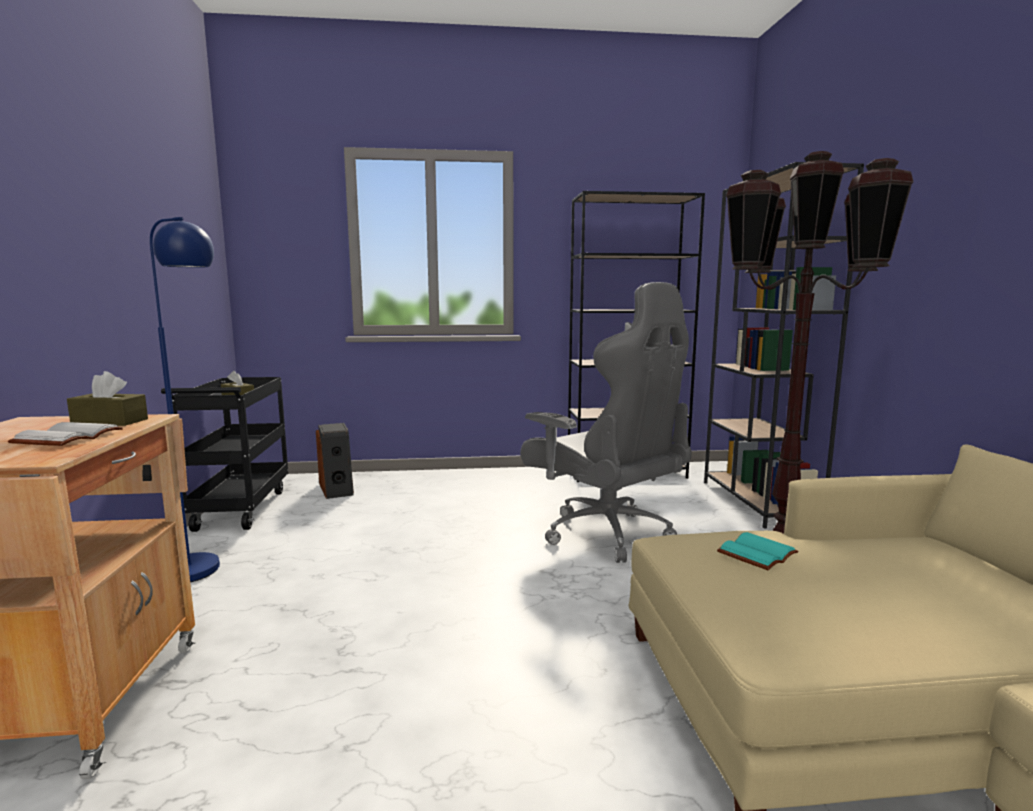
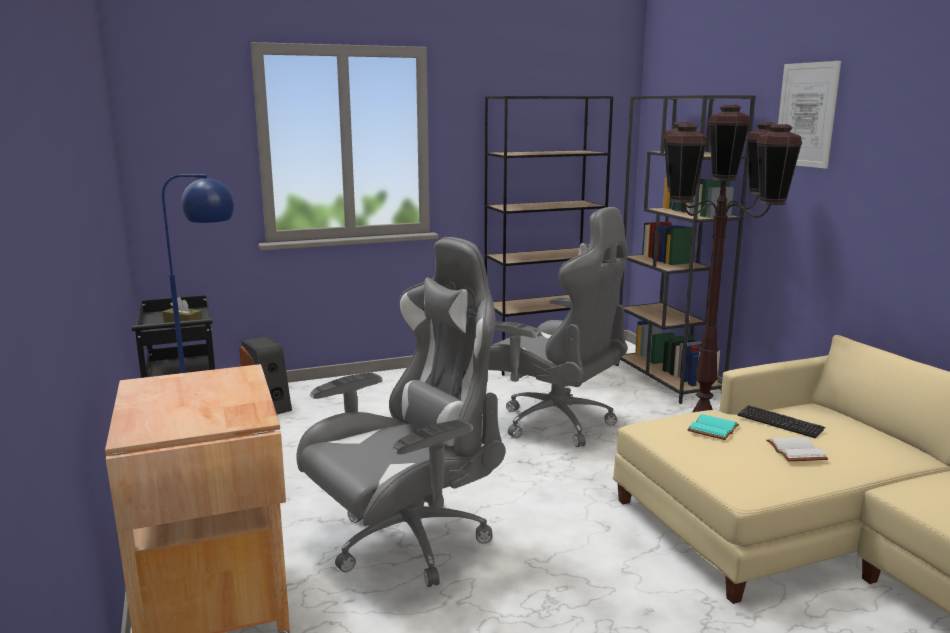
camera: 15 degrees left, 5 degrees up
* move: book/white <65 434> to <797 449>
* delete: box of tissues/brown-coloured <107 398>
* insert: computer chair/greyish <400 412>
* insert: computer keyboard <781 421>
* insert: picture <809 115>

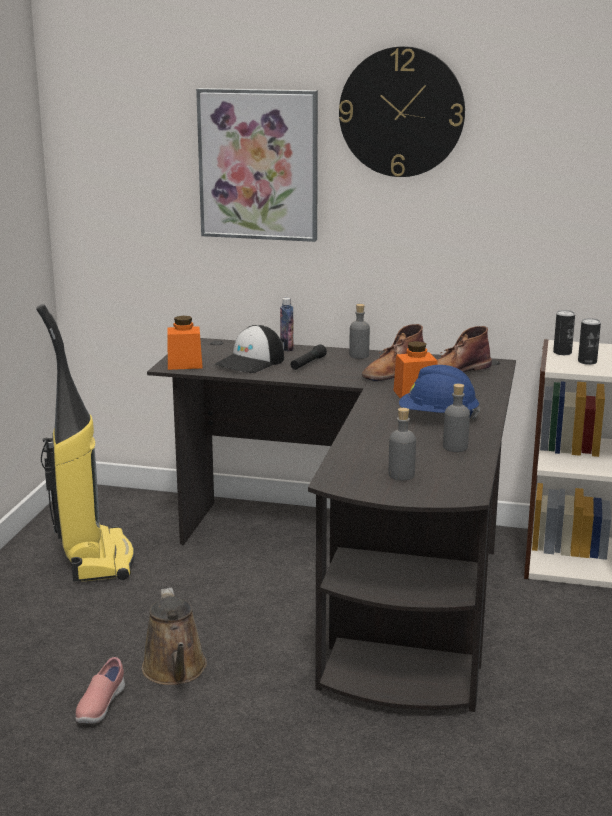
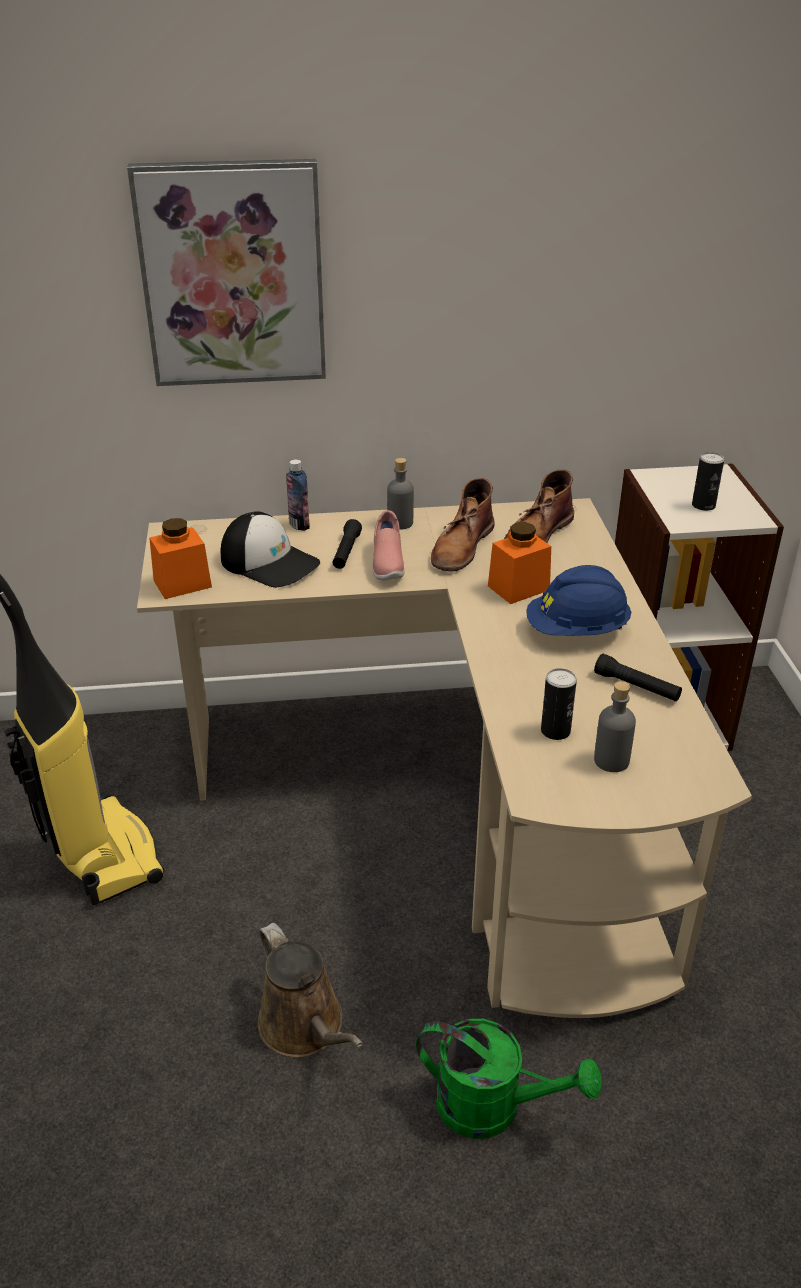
camera: 20 degrees left, 15 degrees up
* move: low shoe/pinkish <100 690> to <388 545>
* recolor: desk unit/blackish <331 525> to desk unit/beige-coloured <444 758>
* rotate: peaked cap <249 349> = <270 549> 75 degrees counterclockwise
* delete: hanging clock <402 111>
* replace: beverage bottle/greyish <456 418> to hand torch/blackish <638 678>
* move: can <564 332> to <559 704>
* insert: sprinkling can/green-coloured <509 1079>

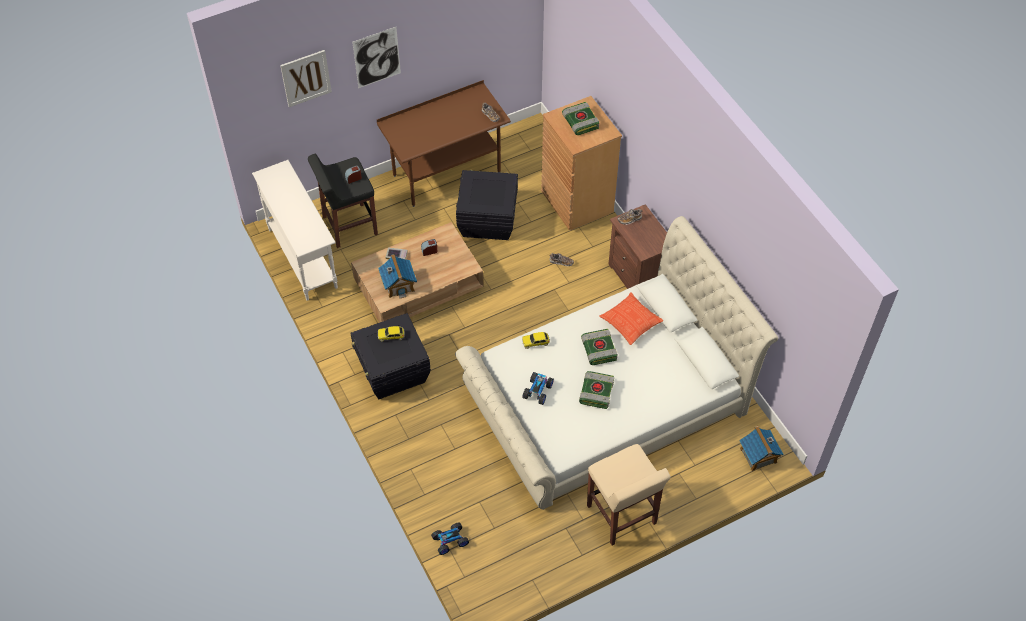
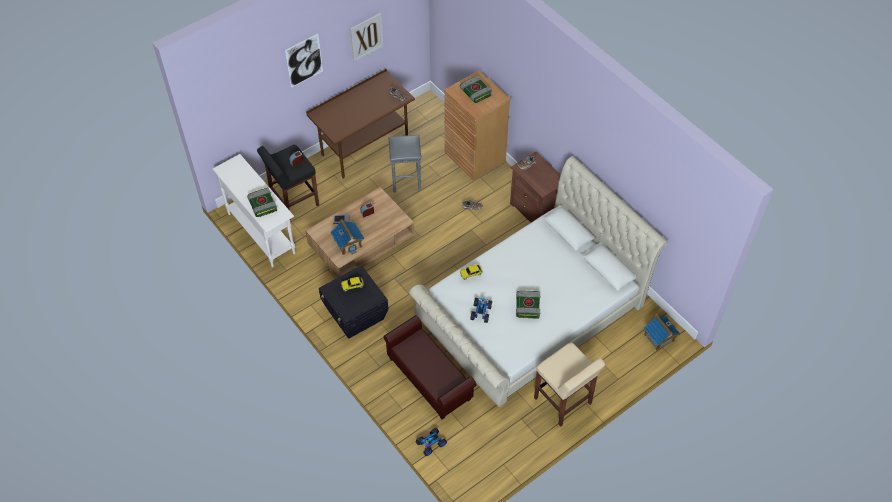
camera: 10 degrees left, 0 degrees up
* move: picture <306 78> to <366 37>
* replace: storage container/blackish <487 205> to stool seat/greyish <405 164>
* move: book <599 347> to <262 202>
* delete: pillow/orange-coloured <631 318>
* insert: ottoman/brown-coloured <430 367>

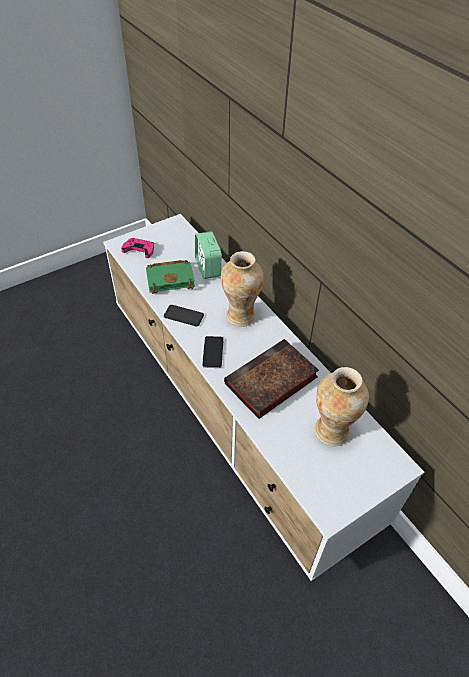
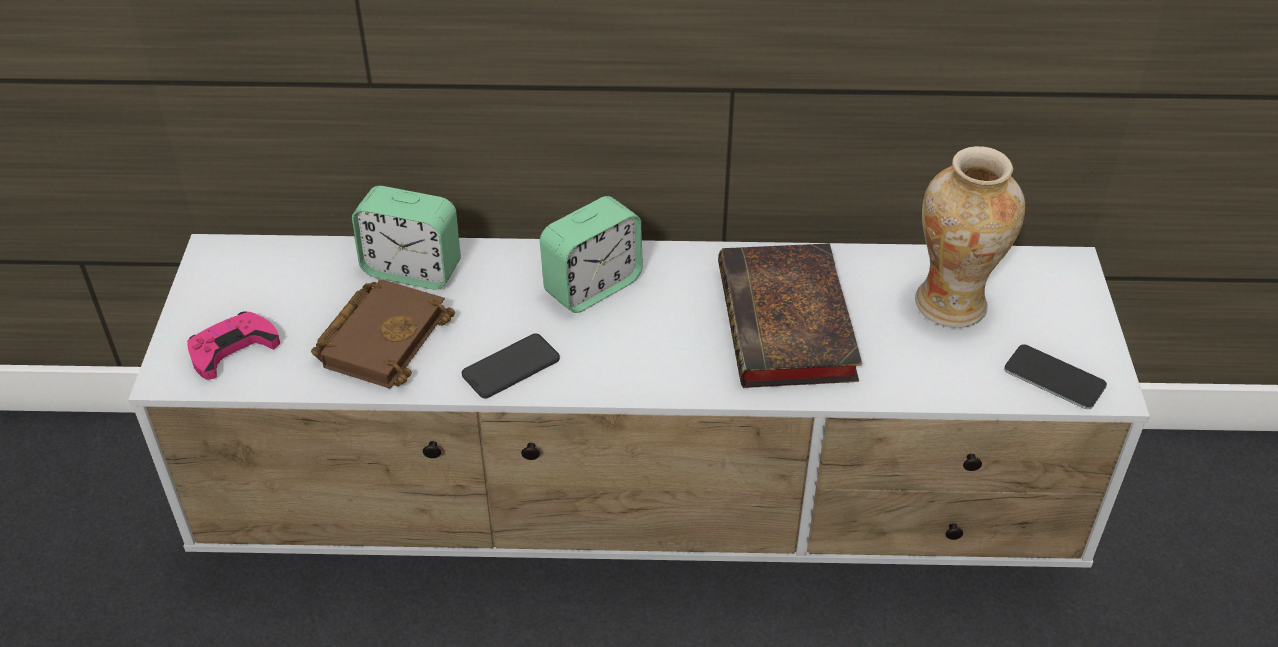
camera: 55 degrees left, 5 degrees down
* recolor: book/green-coloured <170 277> to book/brown-coloured <383 334>
* move: handset <213 352> to <1055 376>
* replace: vase <242 289> to bedside clock <591 254>

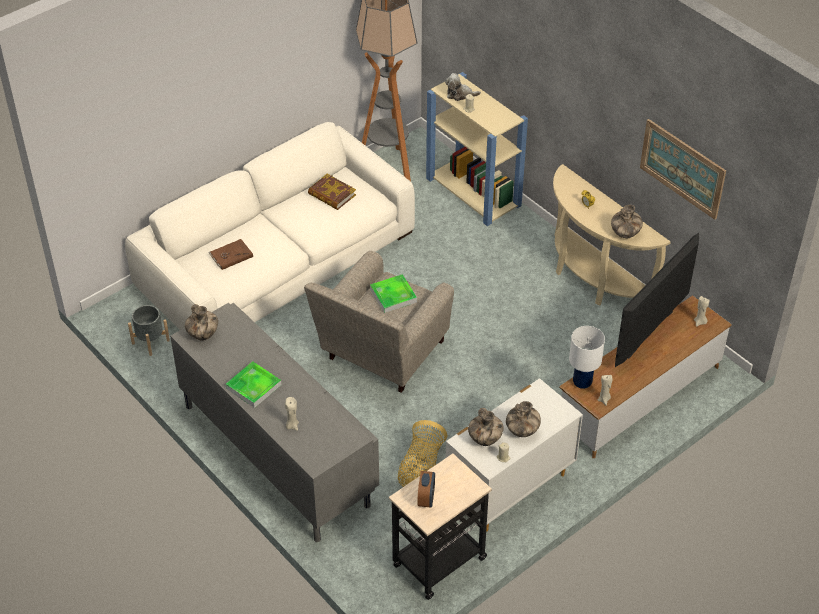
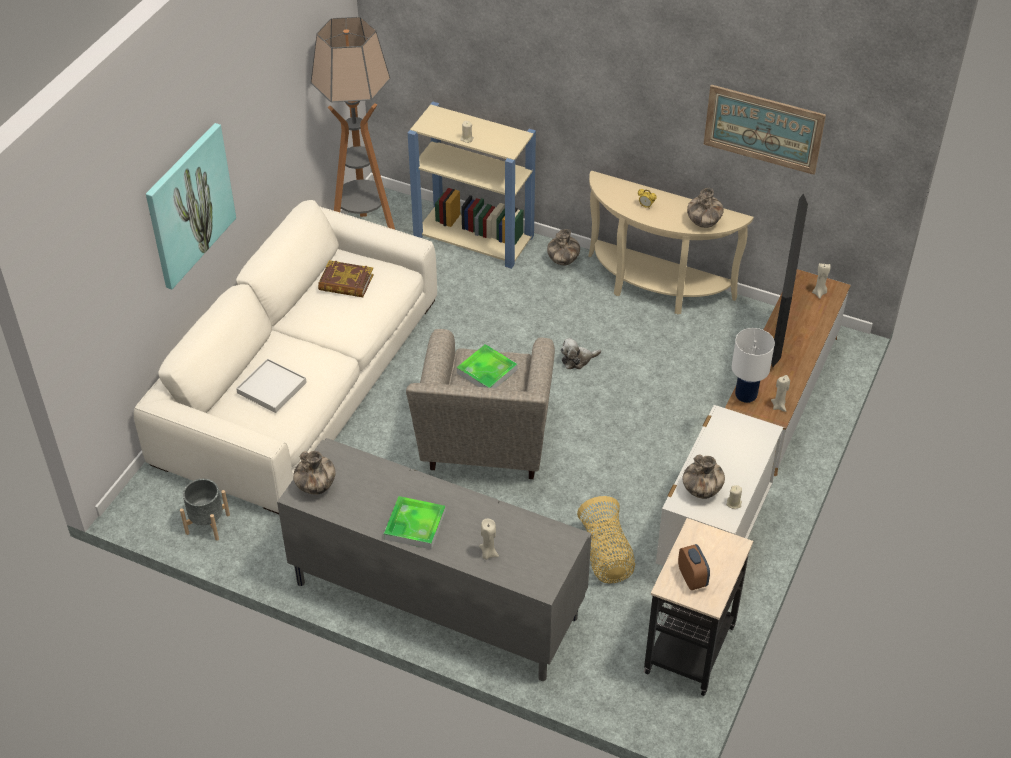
camera: 25 degrees left, 0 degrees up
* replace: book/brown-coloured <231 254> to tray/white <271 385>
* move: cuddly toy <463 87> to <580 353>
* move: vase <523 419> to <563 247>
* insert: picture <191 206>

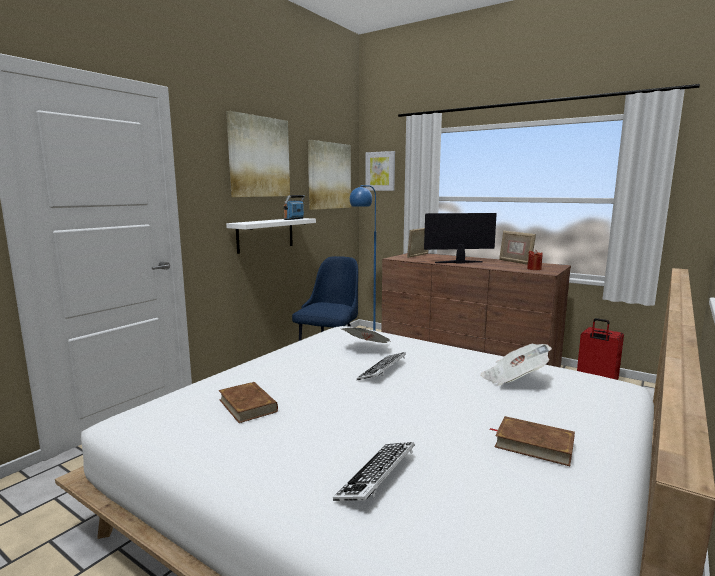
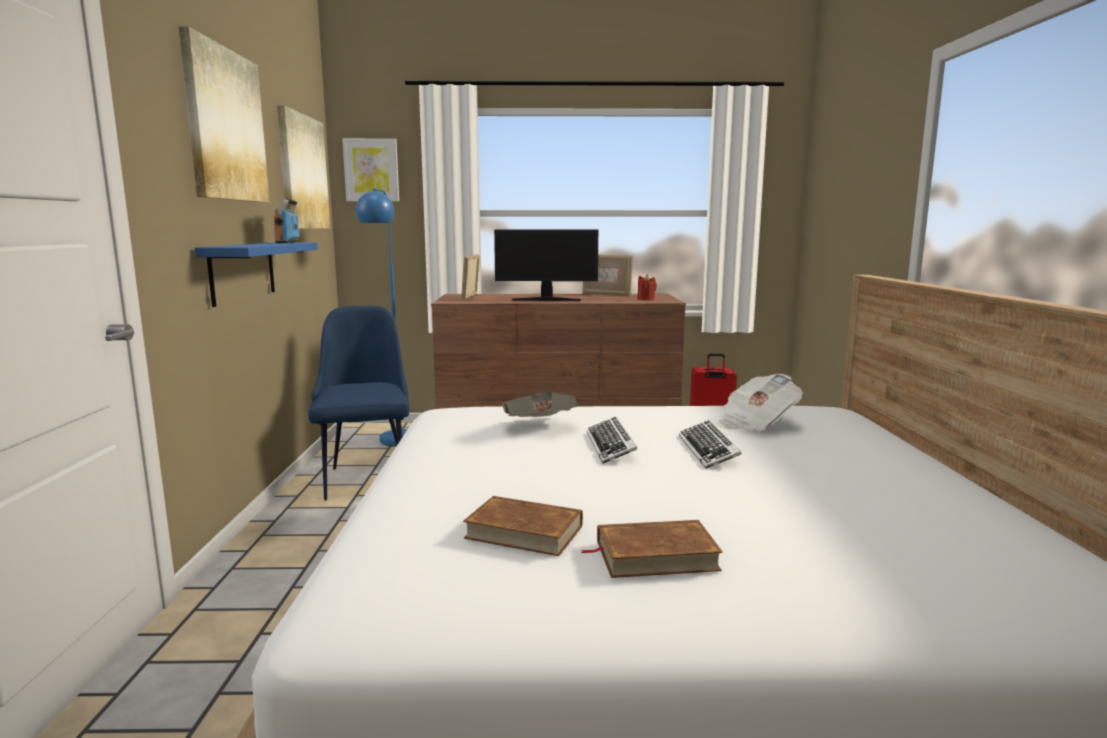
camera: 35 degrees left, 0 degrees up
* recolor: wall shelf/white <271 236> to wall shelf/blue <256 274>
* move: computer keyboard <374 471> to <710 445>
* rotate: computer screen <460 238> = <546 265> 135 degrees counterclockwise
* move: book/brown-coloured <532 441> to <652 549>

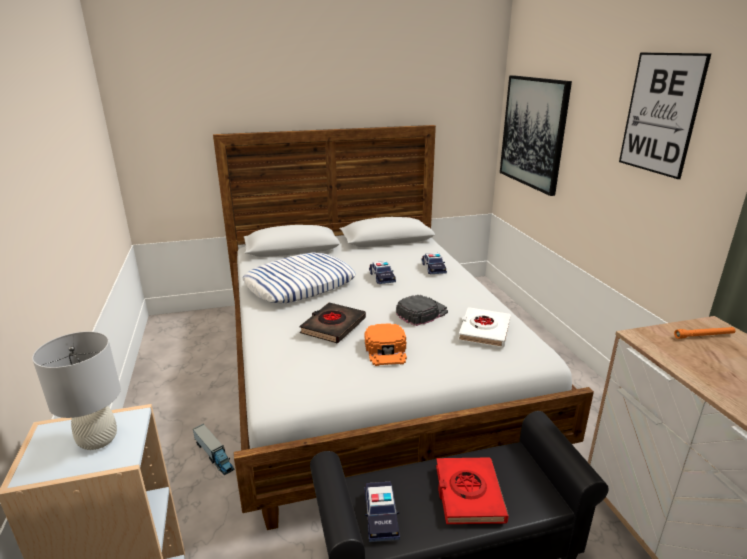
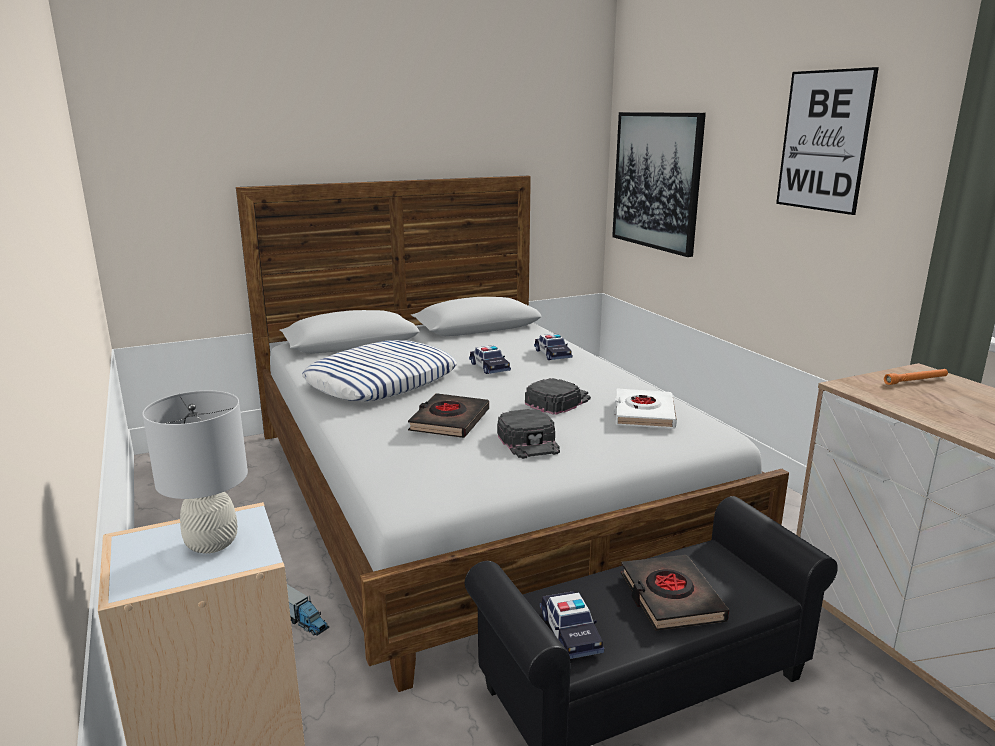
camera: 10 degrees left, 5 degrees down
* recolor: peaked cap/orange-coloured <386 344> to peaked cap/blackish <528 434>
* recolor: book/red-coloured <472 490> to book/blackish <675 593>

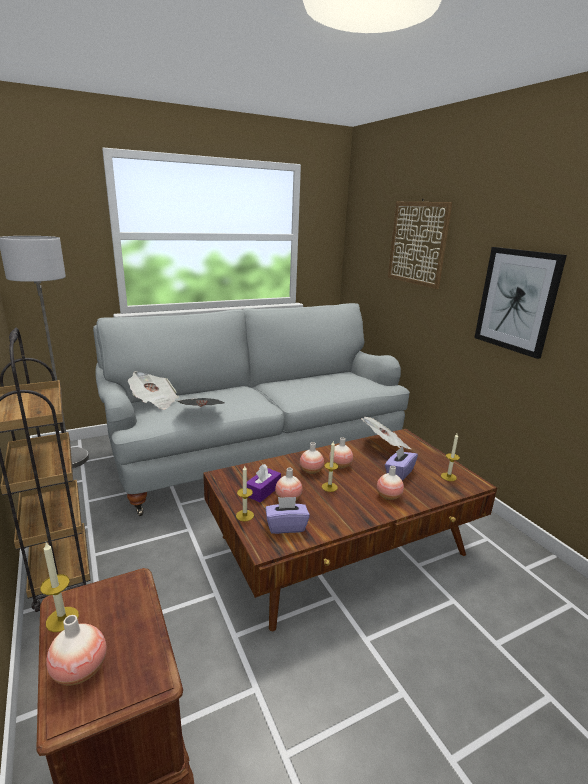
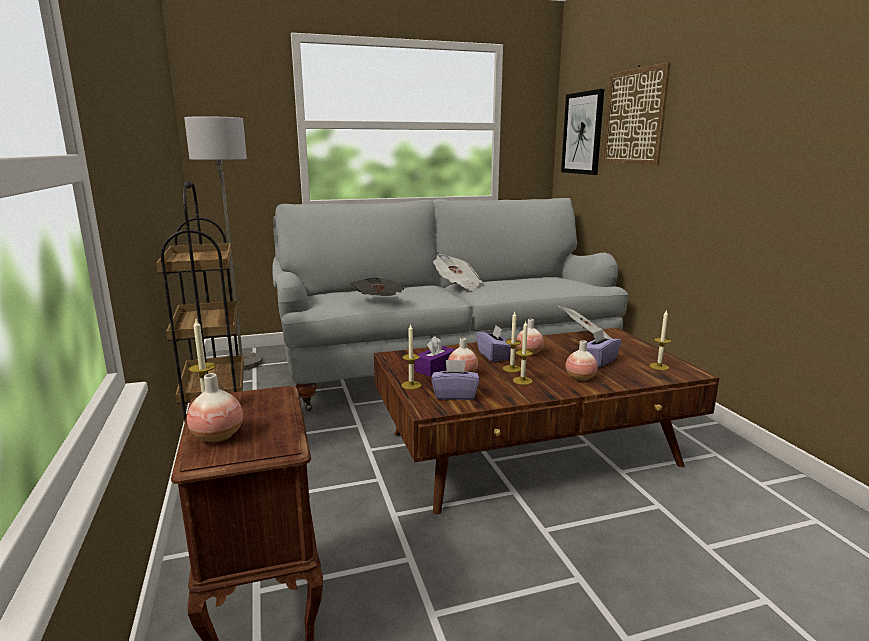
camera: 10 degrees right, 5 degrees down
* move: printed paper <153 390> to <457 272>
* replace: vase <312 458> to box of tissues/purple <493 343>
* move: picture <520 303> to <582 132>
* insert: wax candle <523 353>

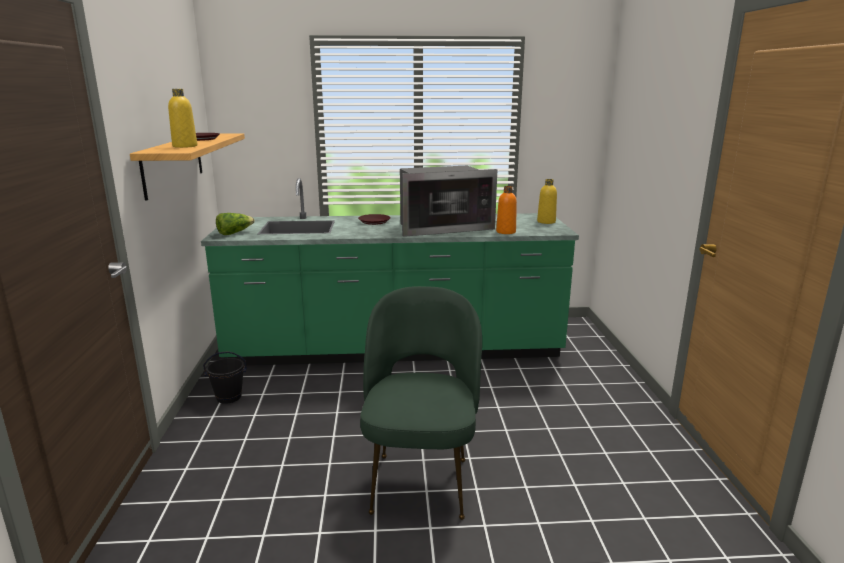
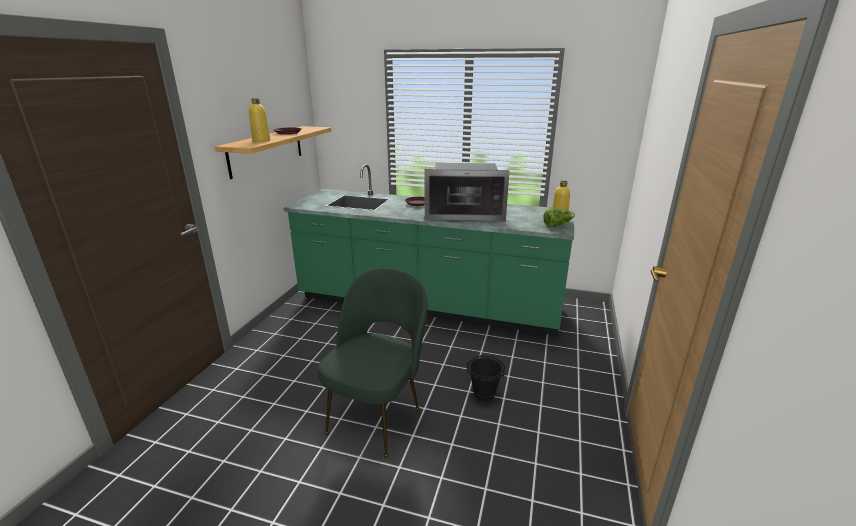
camera: 20 degrees right, 5 degrees up
* move: water bucket/blackish <225 377> to <486 378>
* move: lettuce head <235 224> to <559 217>
* delete: beverage bottle/orange-coloured <506 210>

